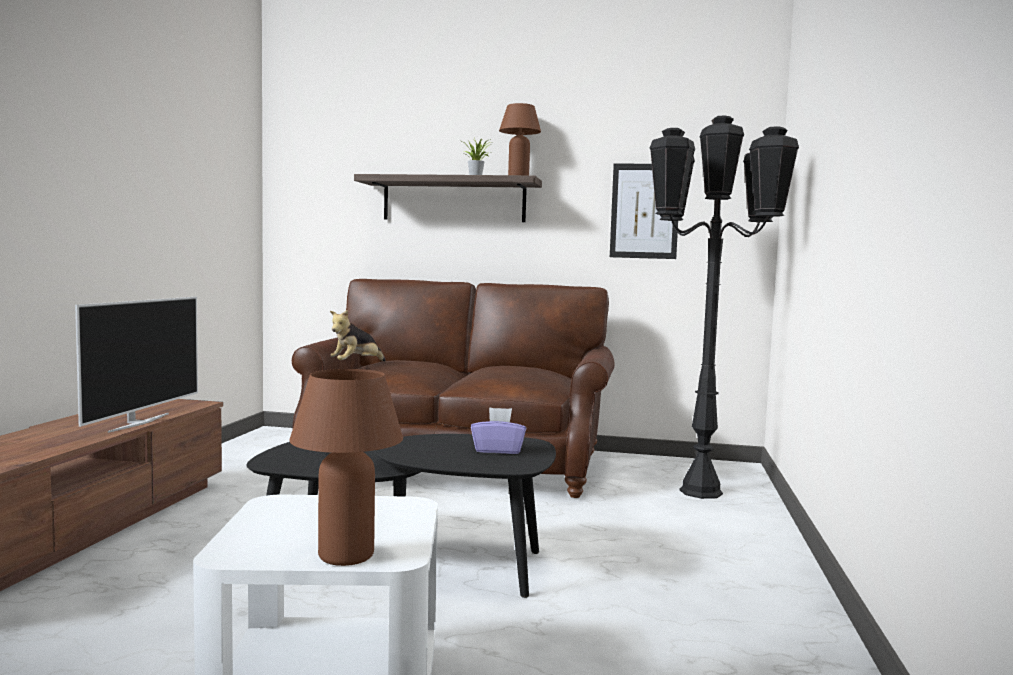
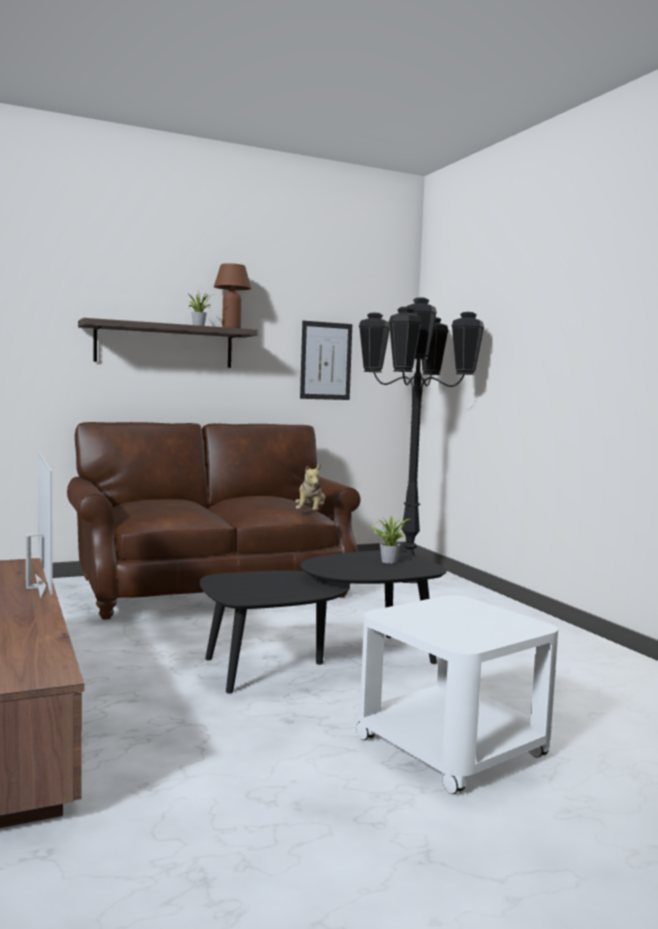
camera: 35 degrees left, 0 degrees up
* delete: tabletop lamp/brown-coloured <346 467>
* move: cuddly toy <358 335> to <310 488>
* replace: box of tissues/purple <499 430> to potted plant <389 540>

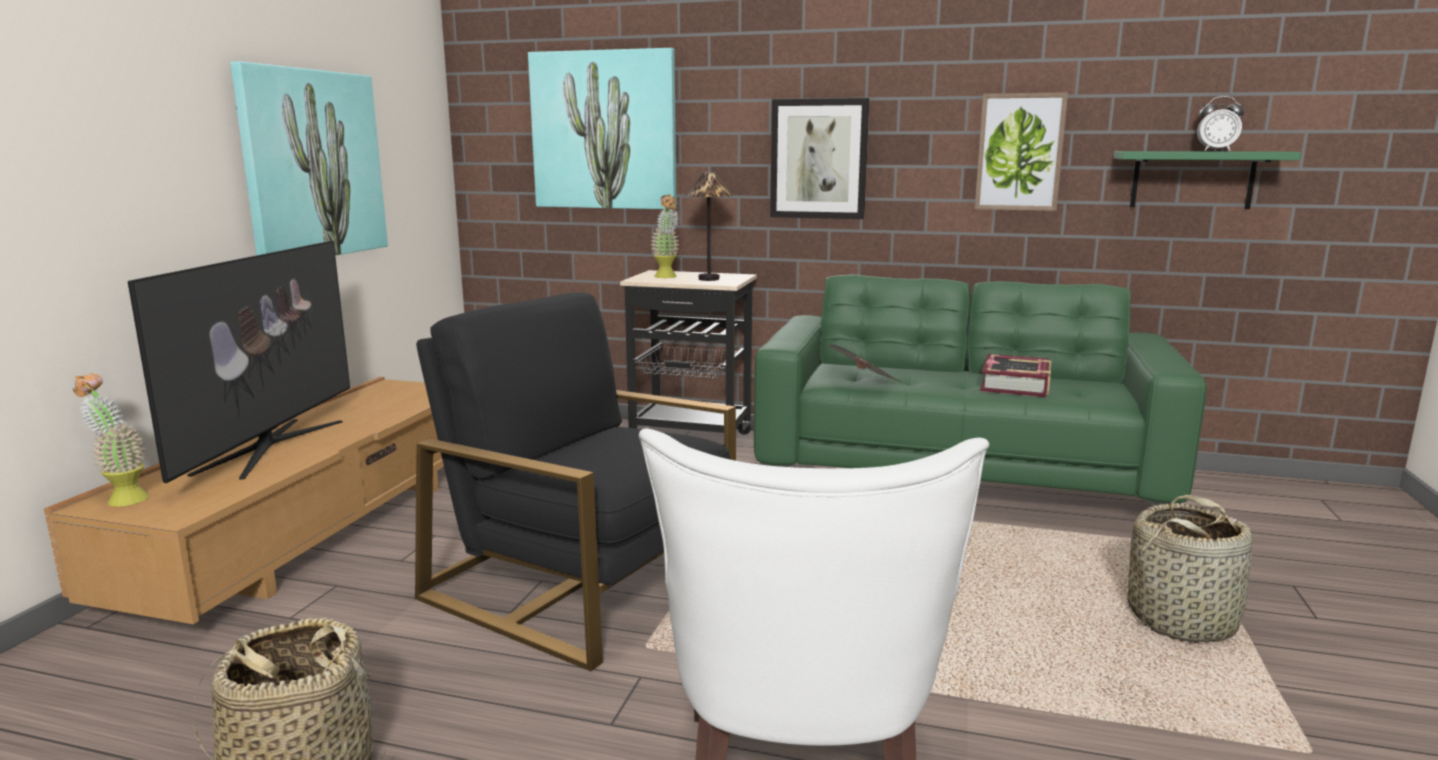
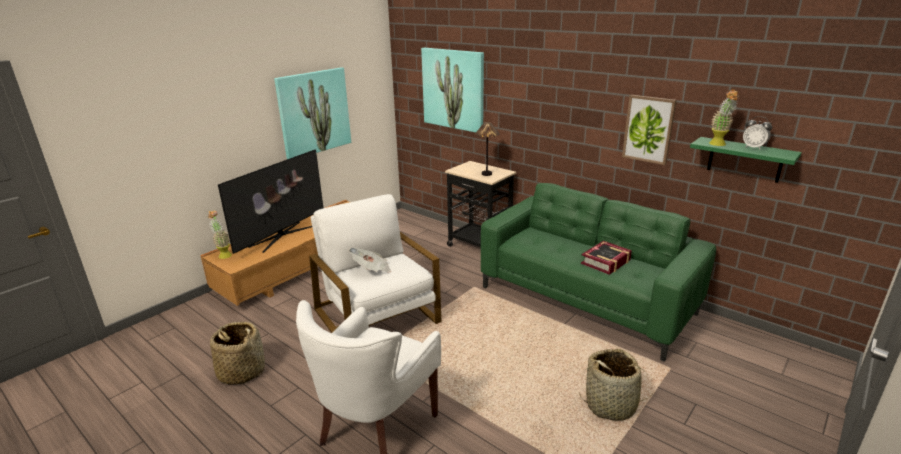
camera: 25 degrees right, 10 degrees up
* recolor: easy chair/blackish <575 481> to easy chair/white <375 263>
* move: potted plant <665 236> to <724 117>
* delete: picture <819 158>
* move: printed paper <864 362> to <369 259>

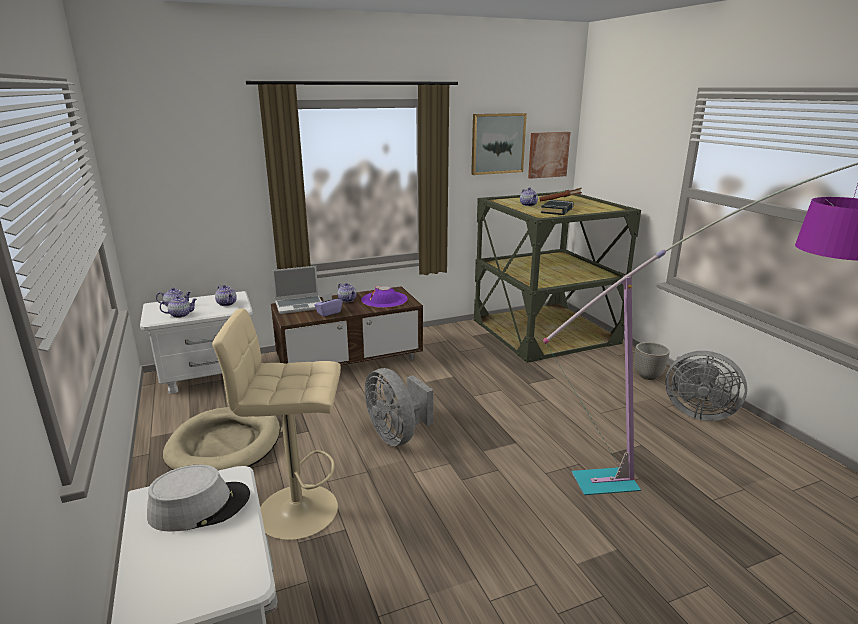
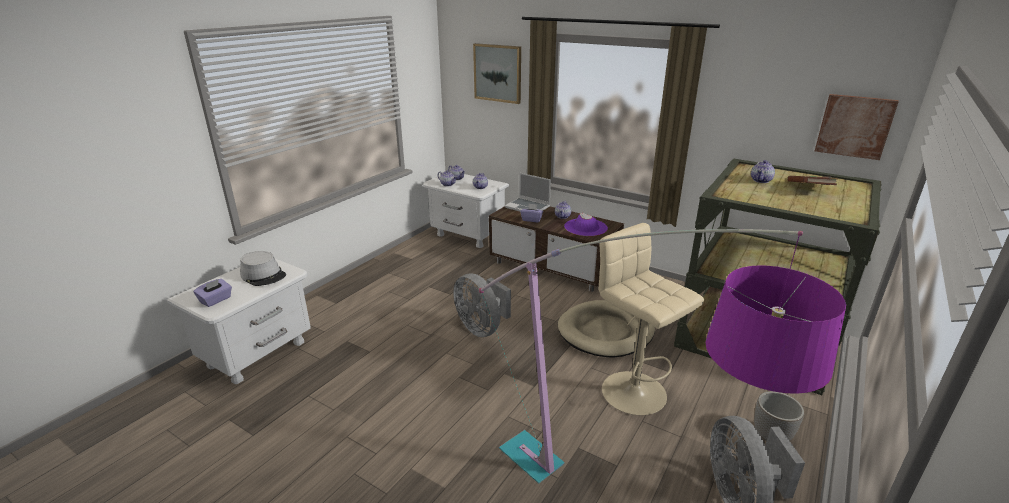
camera: 55 degrees right, 5 degrees up
* move: dog bed/beige-coloured <221 439> to <606 329>
* move: stool seat/beige-coloured <276 424> to <651 319>
* rotate: cooling fan/greyish <399 407> = <482 305> 60 degrees counterclockwise
* move: picture <499 144> to <497 73>
* delete: book/blackish <557 207>
* insert: box of tissues/purple <212 293>

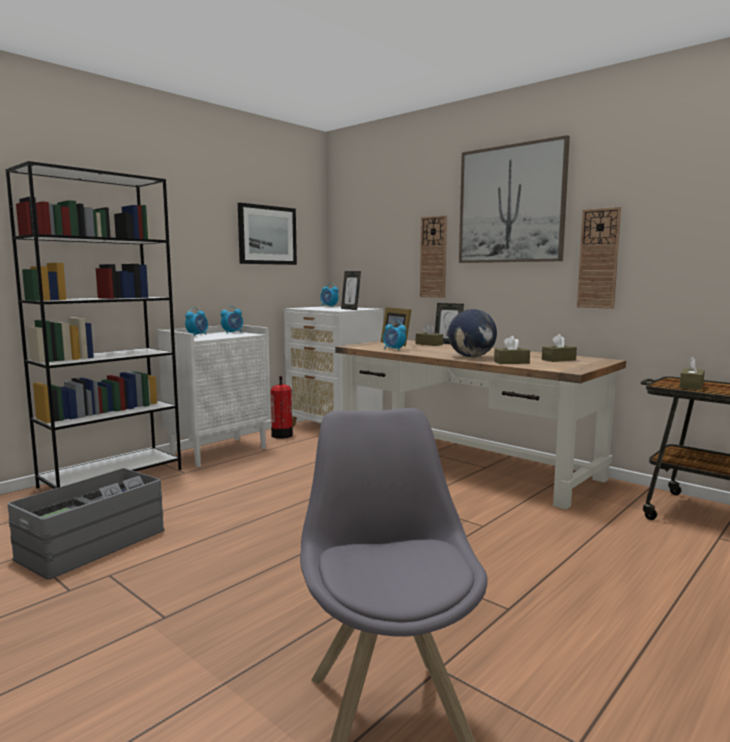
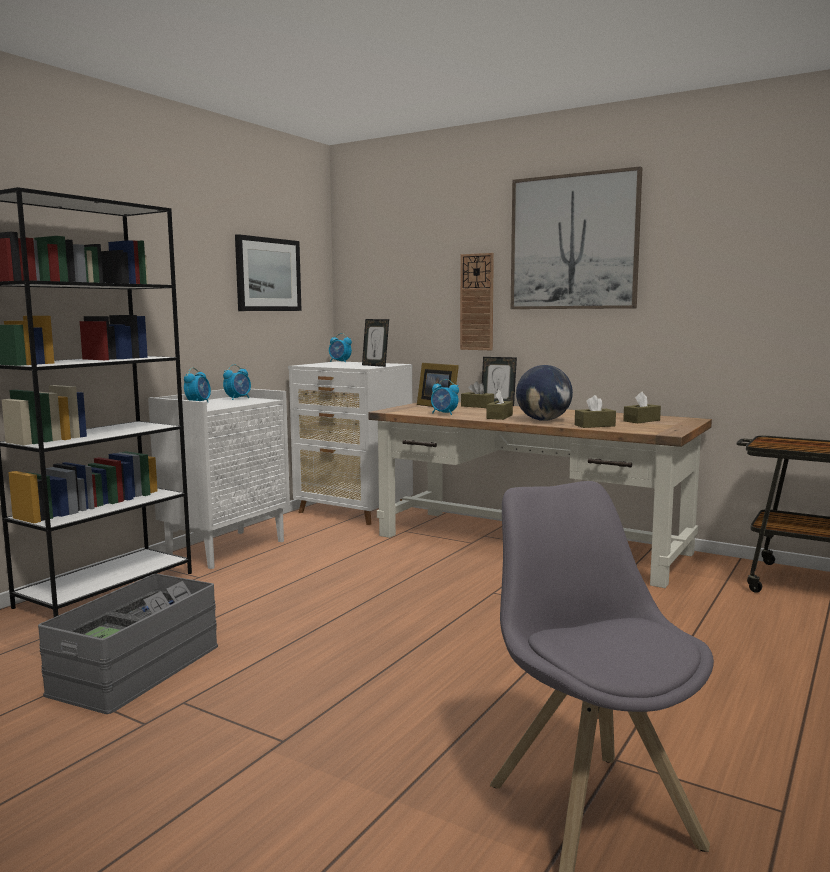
camera: 10 degrees left, 0 degrees up
* delete: extinguisher <282 407>
* delete: hanging clock <599 258>
* move: box of tissues/brown-coloured <692 373> to <500 404>

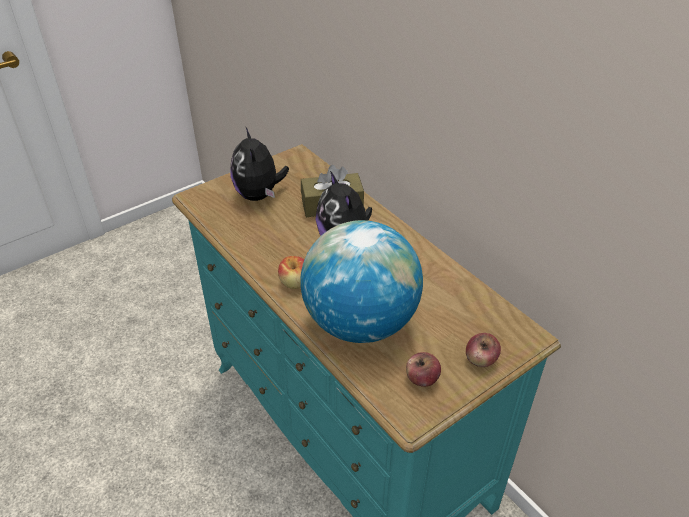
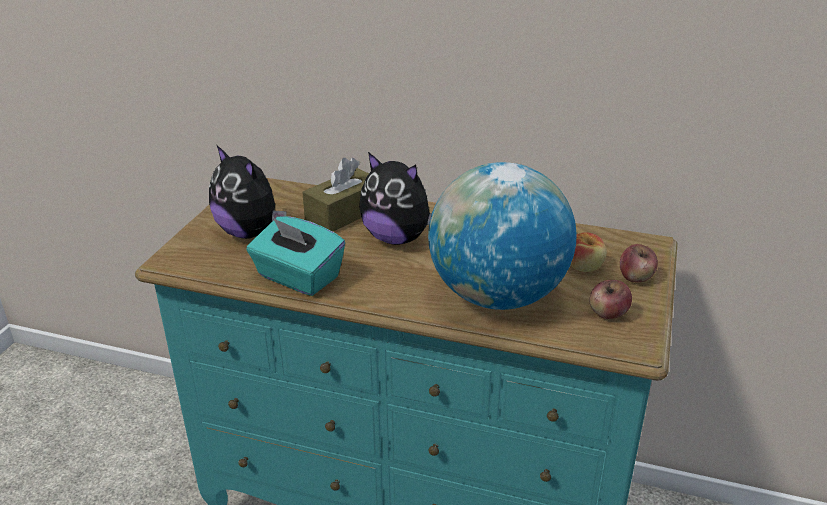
camera: 35 degrees left, 10 degrees down
* move: apple fruit <291 272> to <589 252>
* insert: box of tissues/turquoise-coloured <296 256>

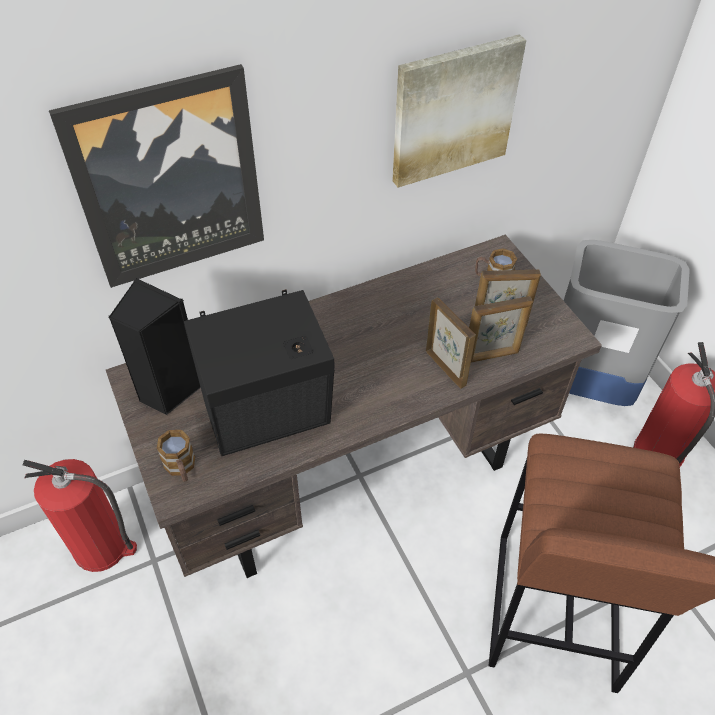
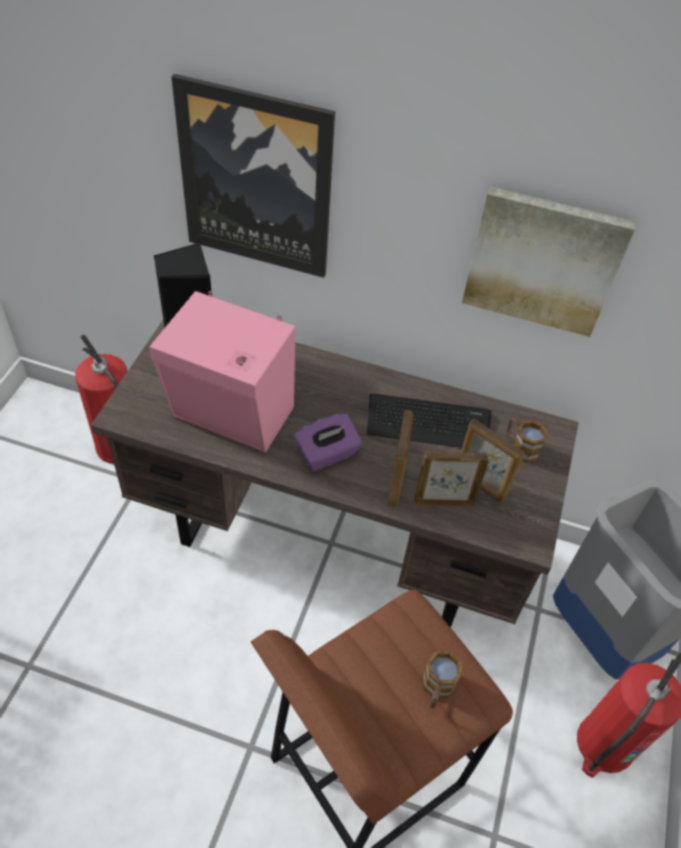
camera: 40 degrees right, 0 degrees up
* move: mug <176 456> to <442 679>
* recolor: loudspeaker/blackish <259 373> to loudspeaker/pinkish <223 372>
* rotate: photo frame <501 329> = <452 479> 150 degrees clockwise
* insert: box of tissues/purple <328 442>
* insert: computer keyboard <429 421>

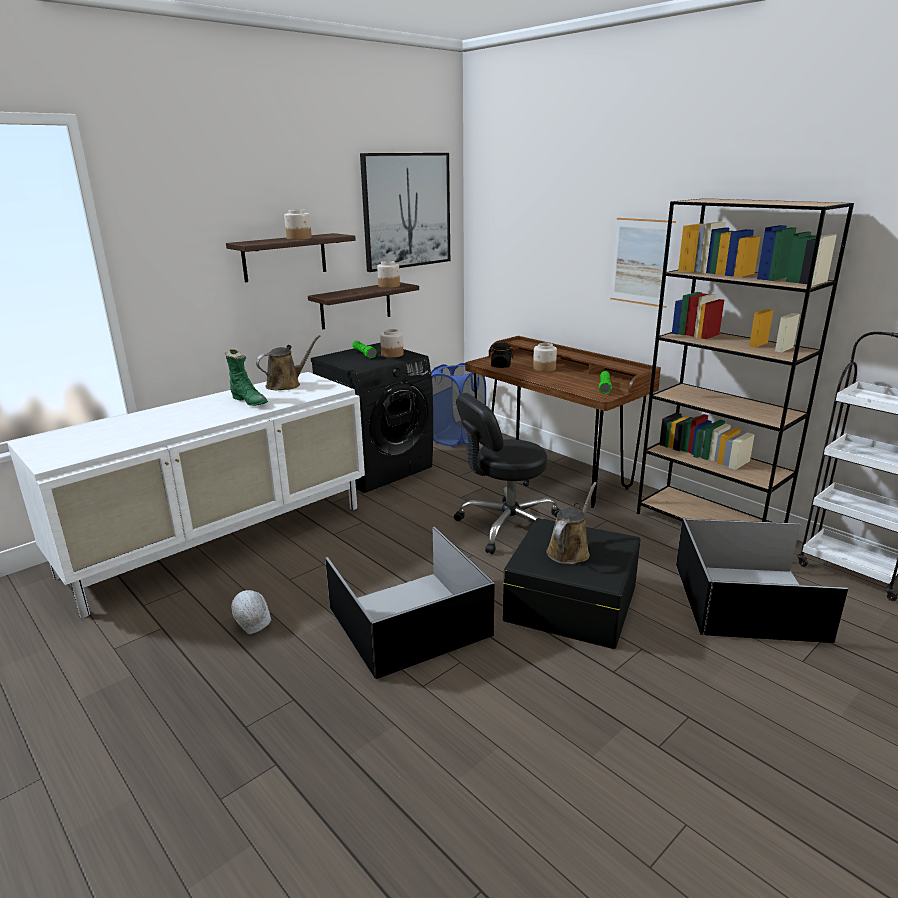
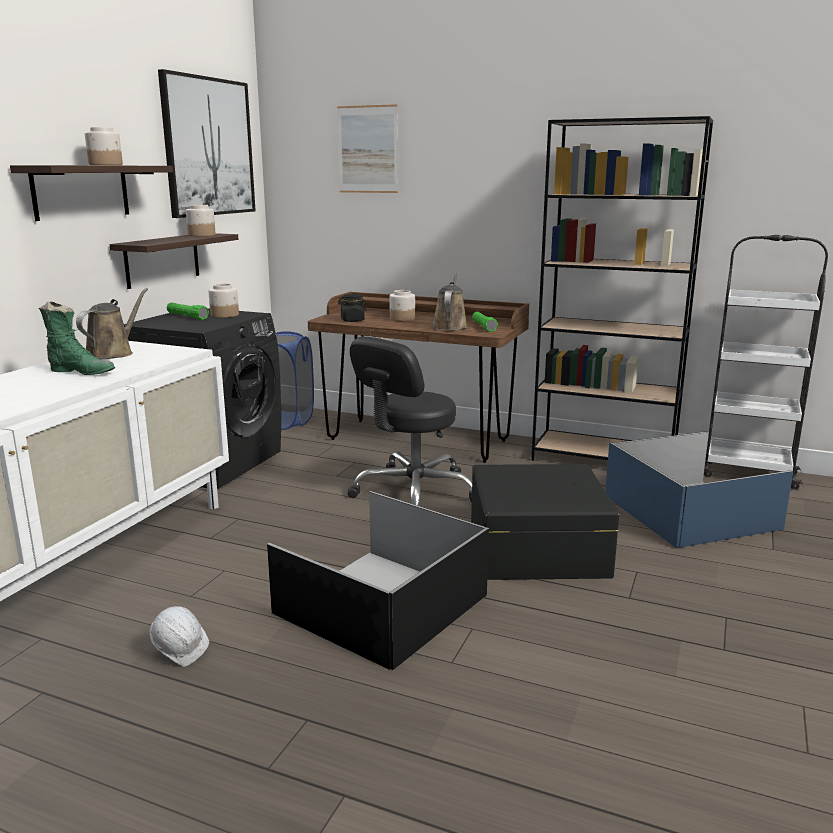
camera: 25 degrees left, 5 degrees down
* move: sprinkling can/brown-coloured <571 523> to <449 302>
* move: picture <643 263> to <367 148>
* recolor: storage container/blackish <762 580> to storage container/blue <699 489>

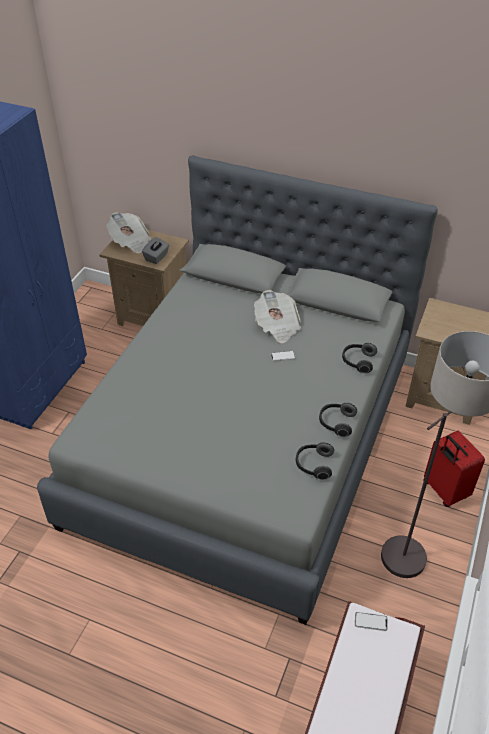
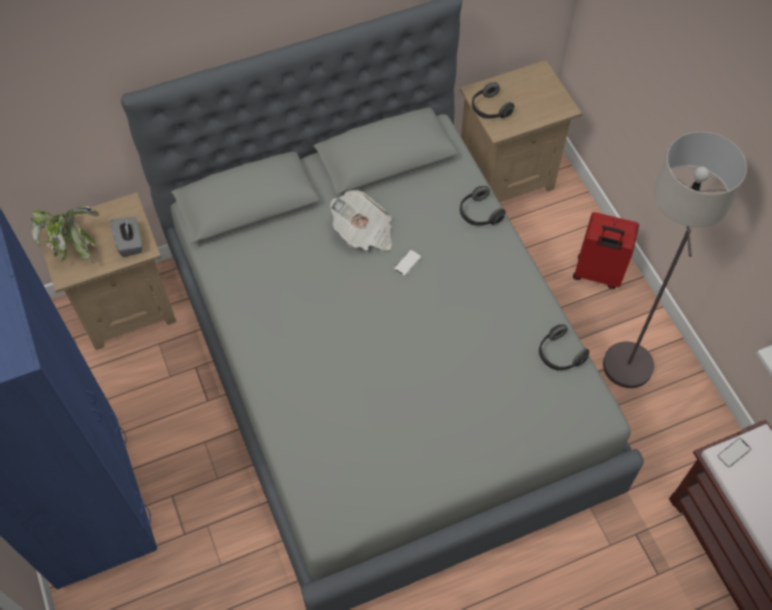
camera: 45 degrees left, 15 degrees up
* replace: printed paper <129 232> to potted plant <64 234>
* move: headphones <338 420> to <493 100>

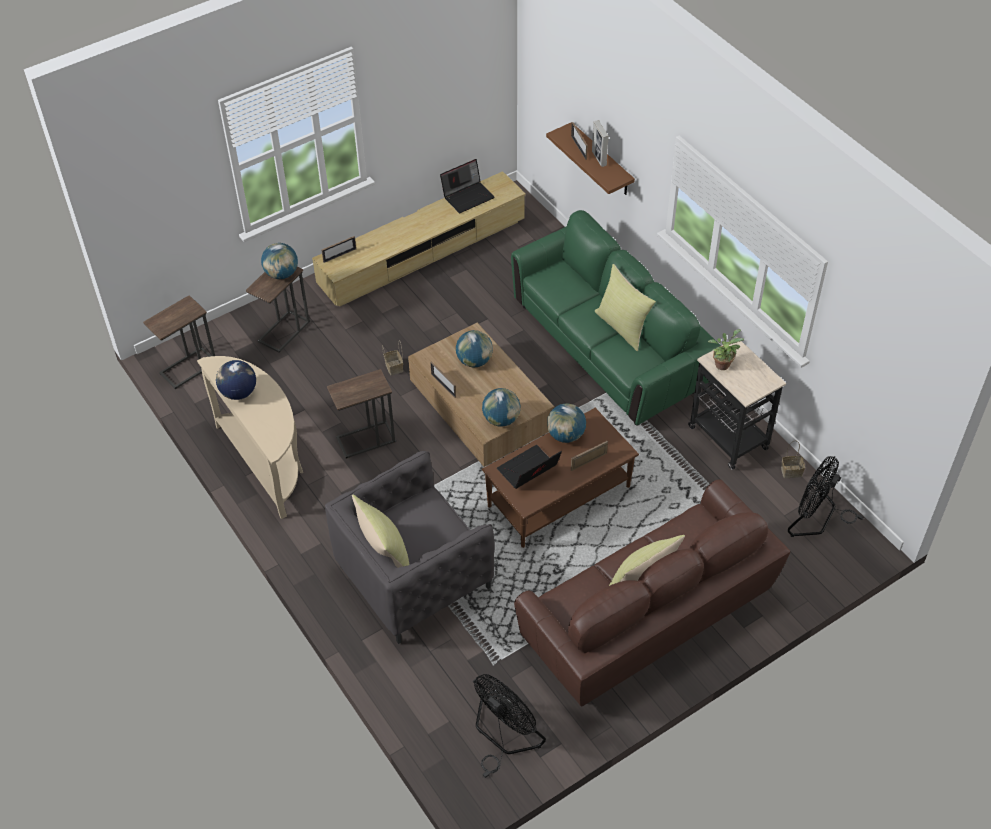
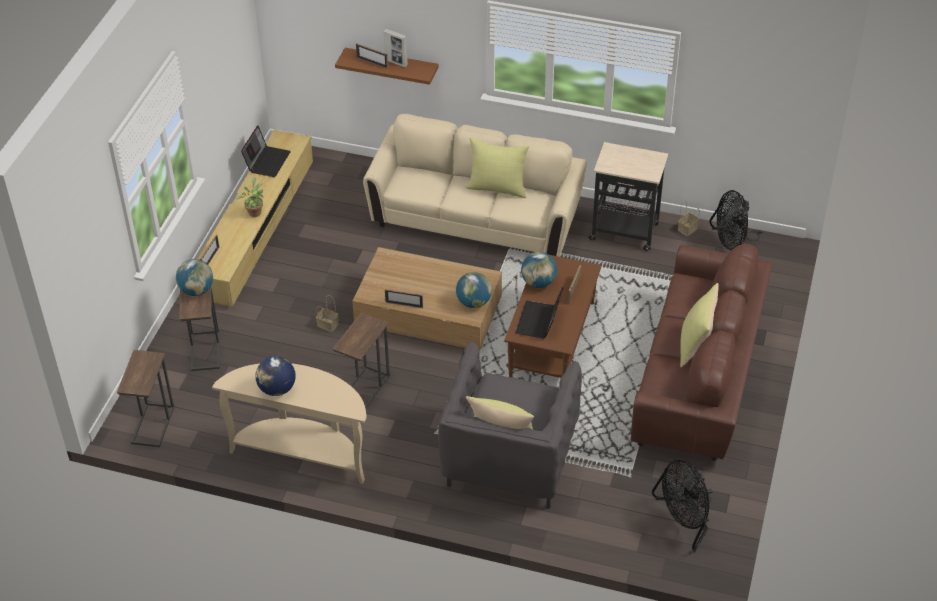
camera: 40 degrees left, 5 degrees down
* delete: world globe <474 348>
* rotate: cooling fan/blackish <509 726> = <682 506> 120 degrees counterclockwise
* recolor: couch/green-coloured <616 318> to couch/beige-coloured <475 185>
* move: potted plant <726 349> to <250 197>

